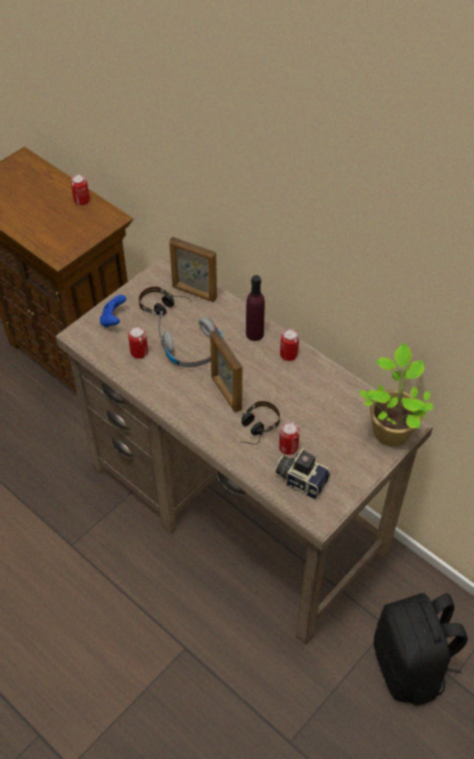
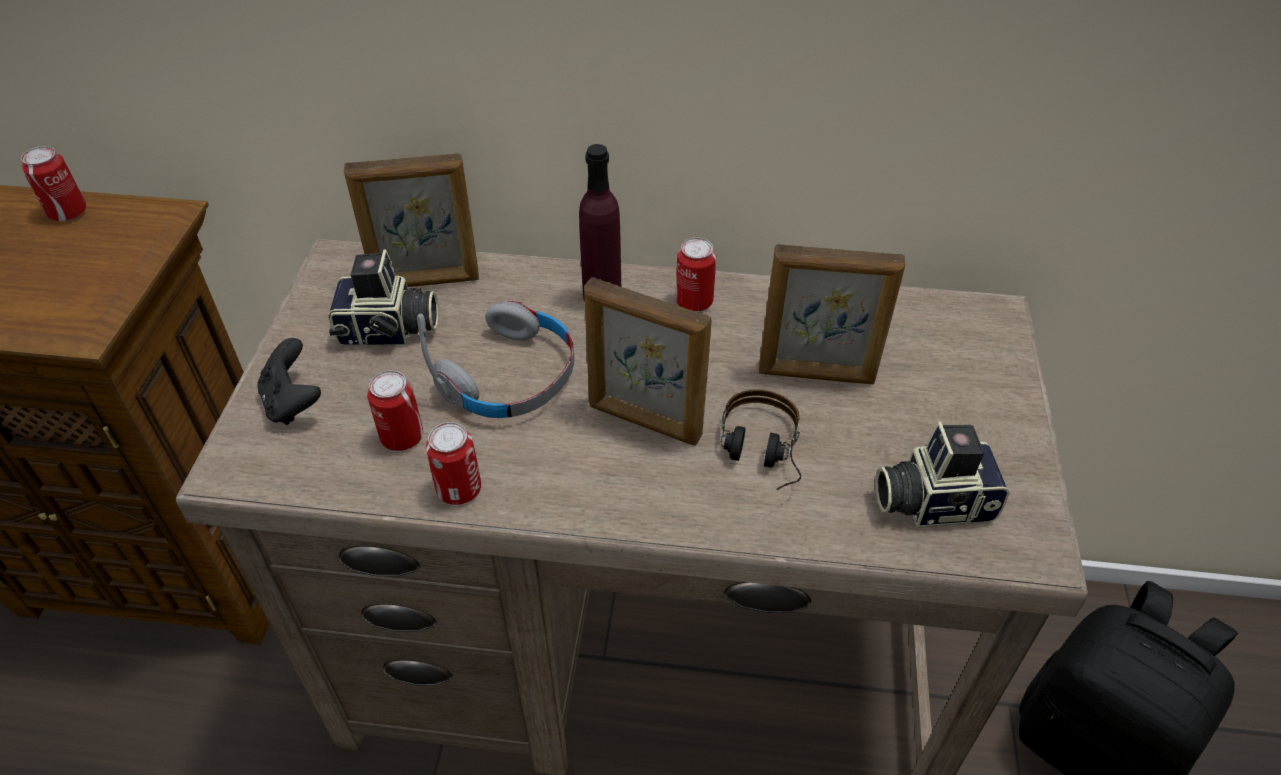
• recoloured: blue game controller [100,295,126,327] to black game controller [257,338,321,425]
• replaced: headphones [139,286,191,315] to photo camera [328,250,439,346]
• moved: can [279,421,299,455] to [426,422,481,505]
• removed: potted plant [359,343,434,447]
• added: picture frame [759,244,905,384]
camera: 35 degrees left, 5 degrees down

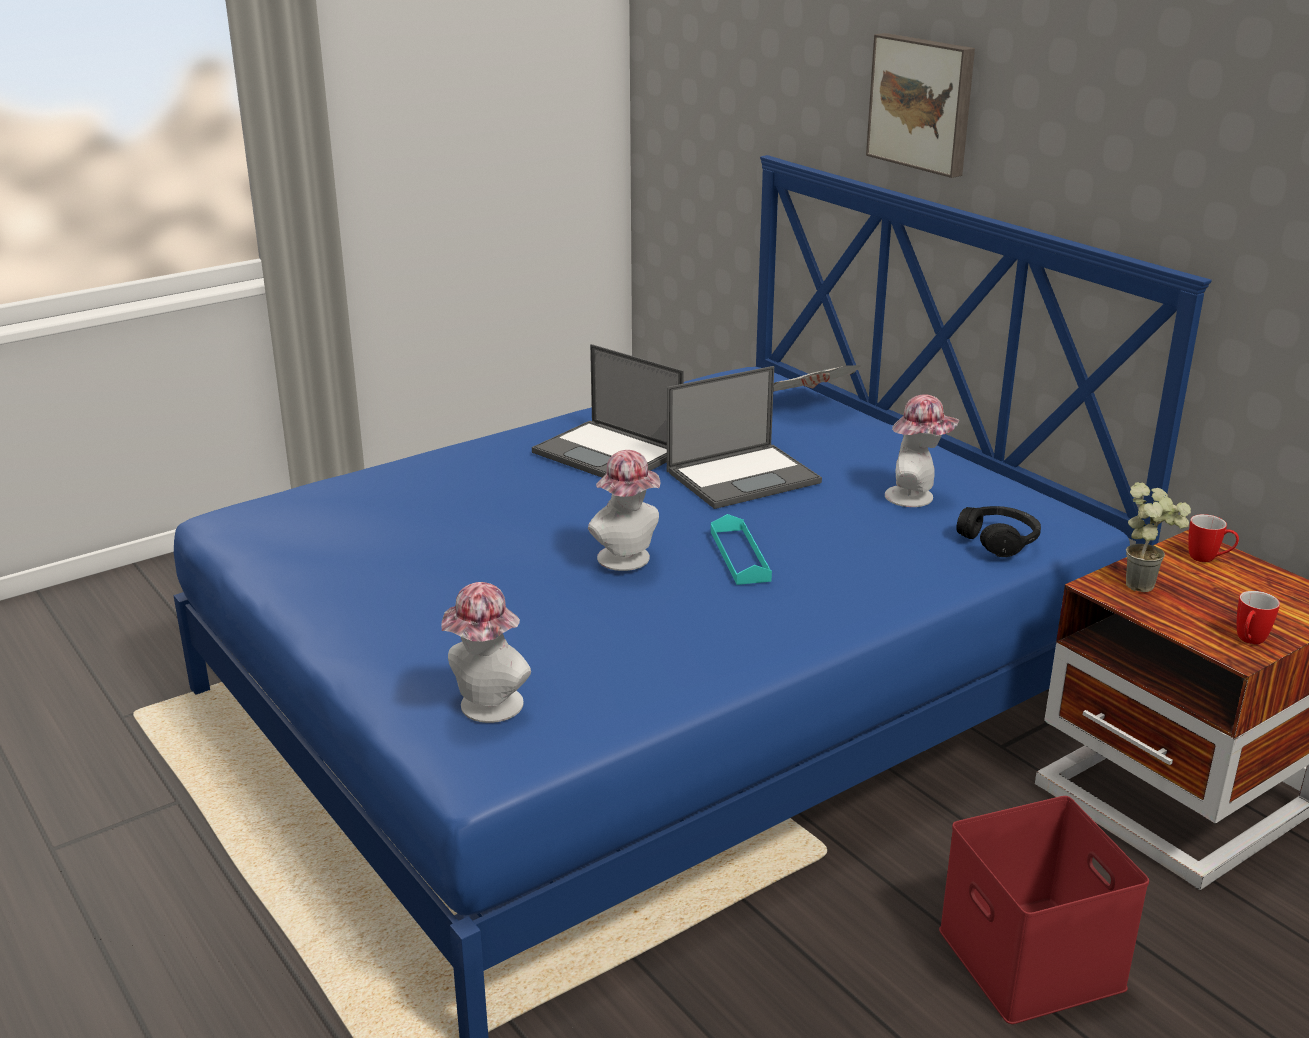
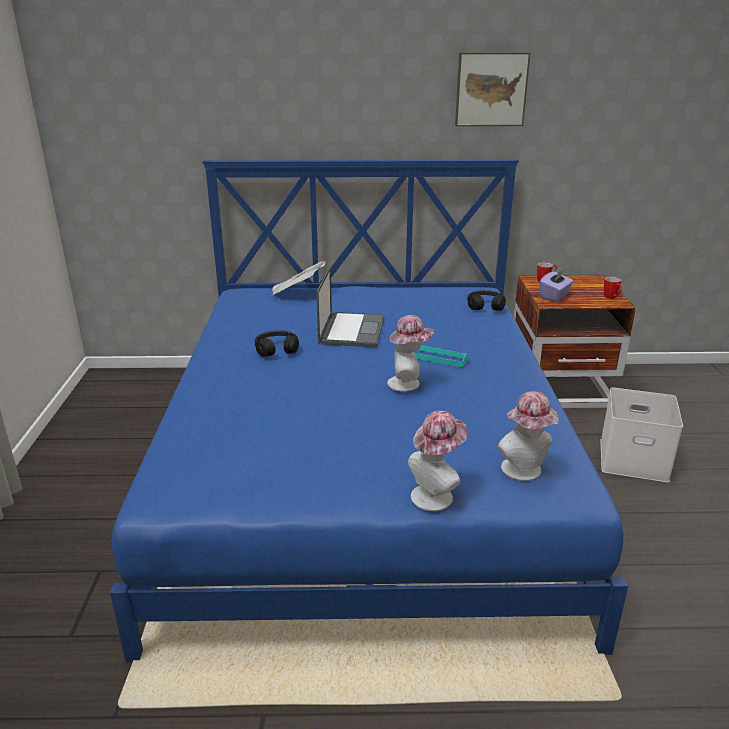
• replaced: laptop [532,344,684,478] to black headphones [255,330,299,357]
• moved: picture [866,33,975,178] to [455,52,530,126]
• moved: hat [885,394,959,507] to [408,411,467,511]
• recoloured: red storage box [939,796,1149,1024] to white storage box [600,387,683,483]
• replaced: potted plant [1126,482,1191,592] to purple tissue box [539,269,573,302]
camera: 55 degrees left, 0 degrees up

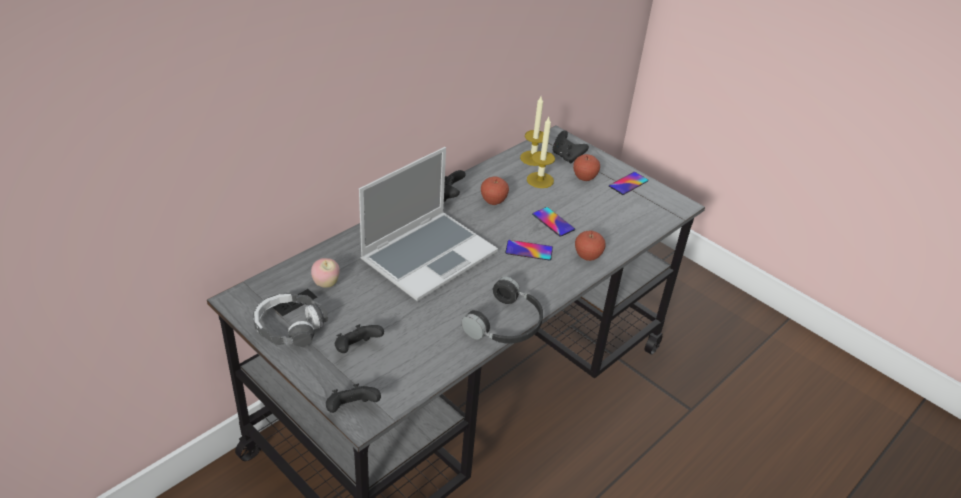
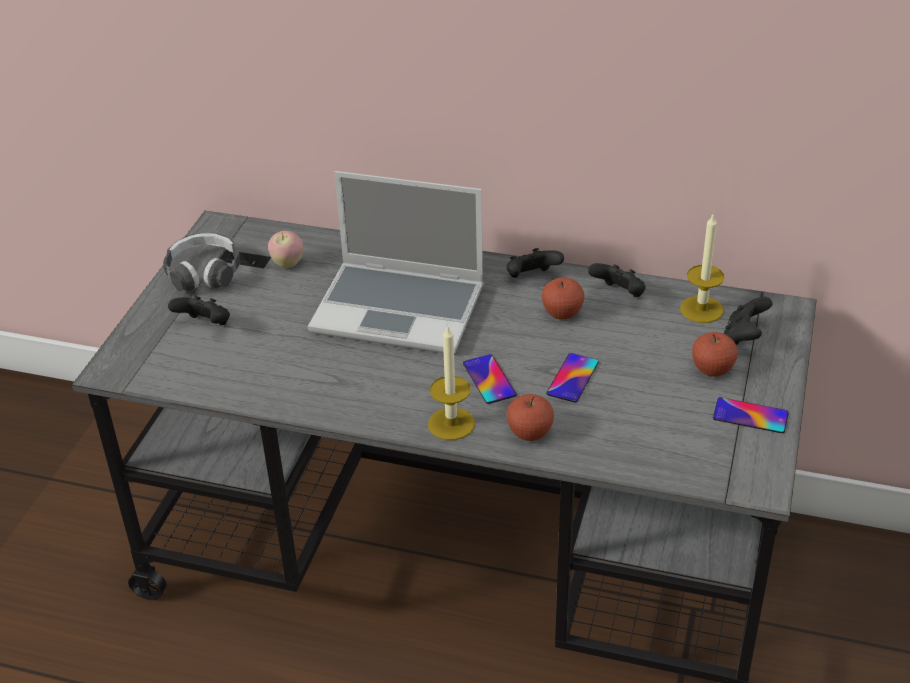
• moved: black game controller [326,384,381,413] to [588,263,646,297]
• removed: black headphones [461,277,543,344]
• moved: candle [527,117,555,188] to [428,324,475,440]
camera: 65 degrees right, 0 degrees up

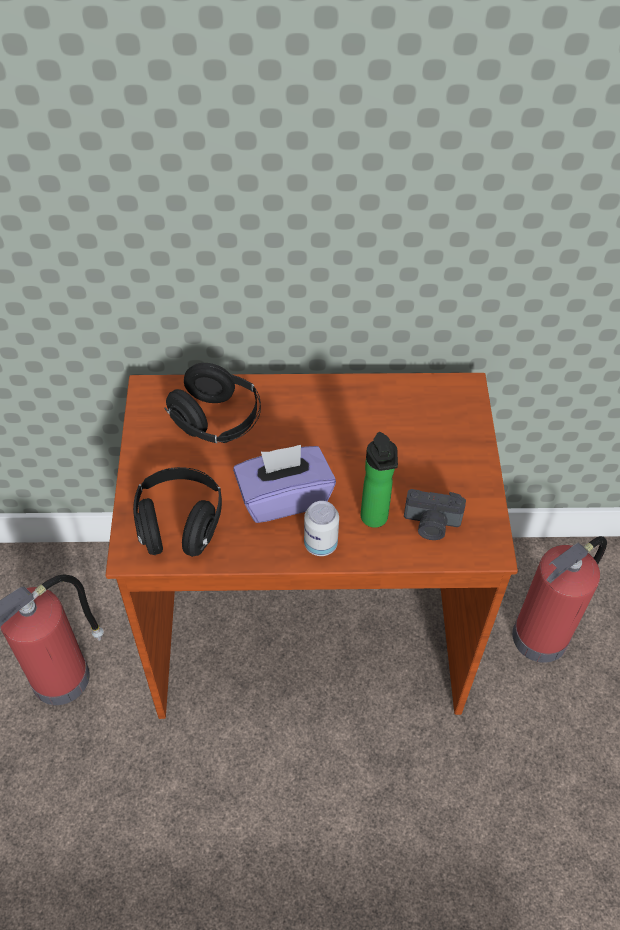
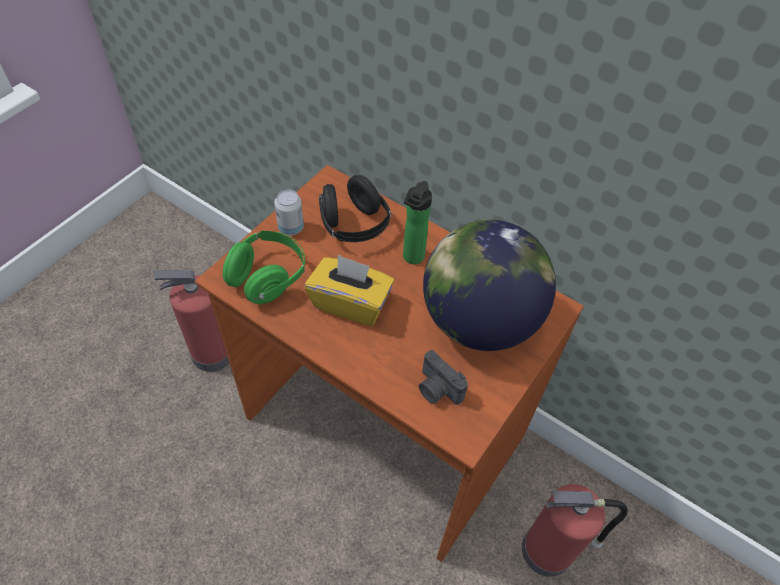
• recoloured: black headphones [133,467,222,557] to green headphones [223,231,305,304]
• recoloured: purple tissue box [233,445,336,523] to yellow tissue box [305,254,394,326]
• moved: can [304,501,339,556] to [274,189,304,235]
• moved: bottle [361,432,398,528] to [403,181,432,264]
• added: globe [423,220,556,351]
camera: 35 degrees right, 0 degrees up

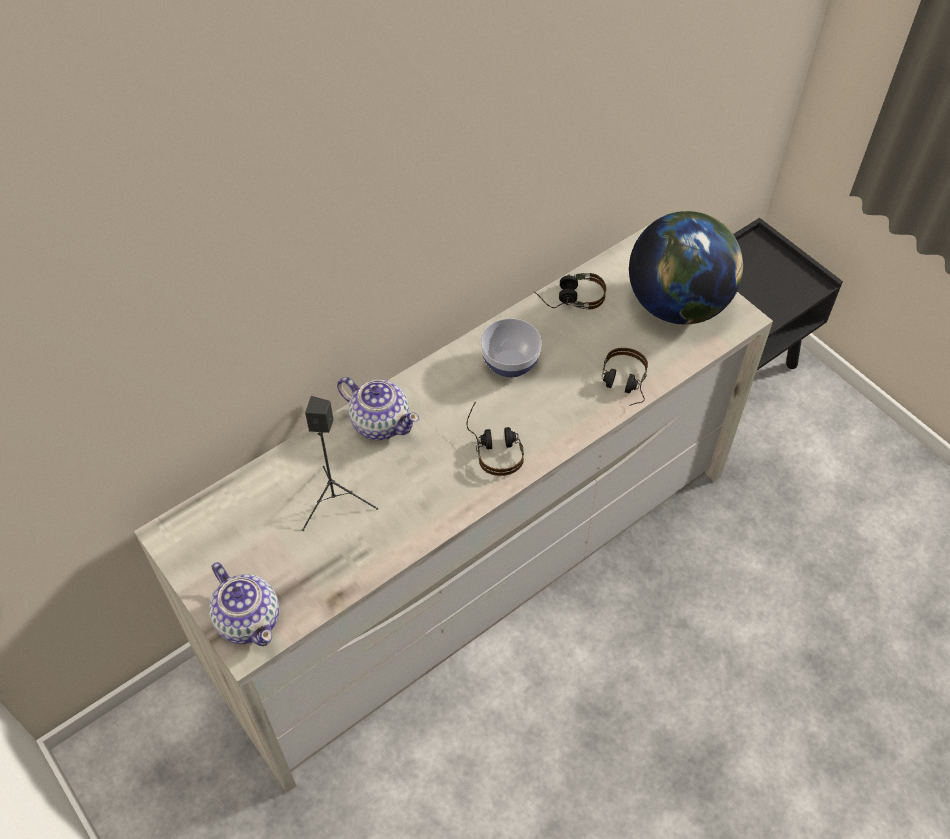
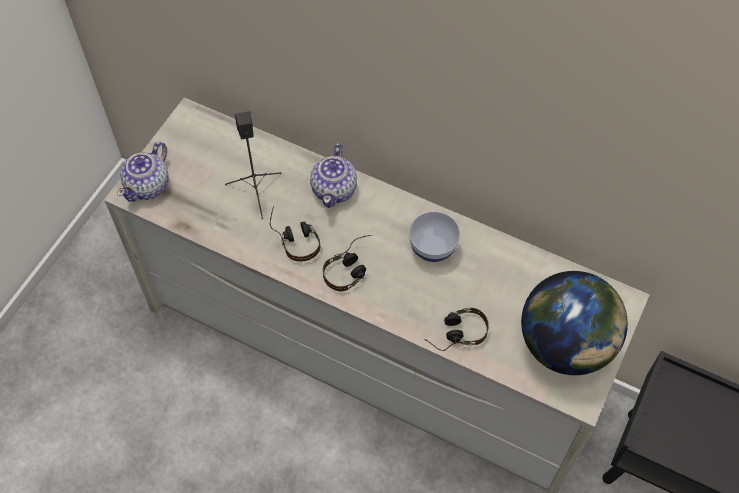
• moved: headphones [534,273,606,310] to [270,206,320,262]
camera: 65 degrees right, 5 degrees up

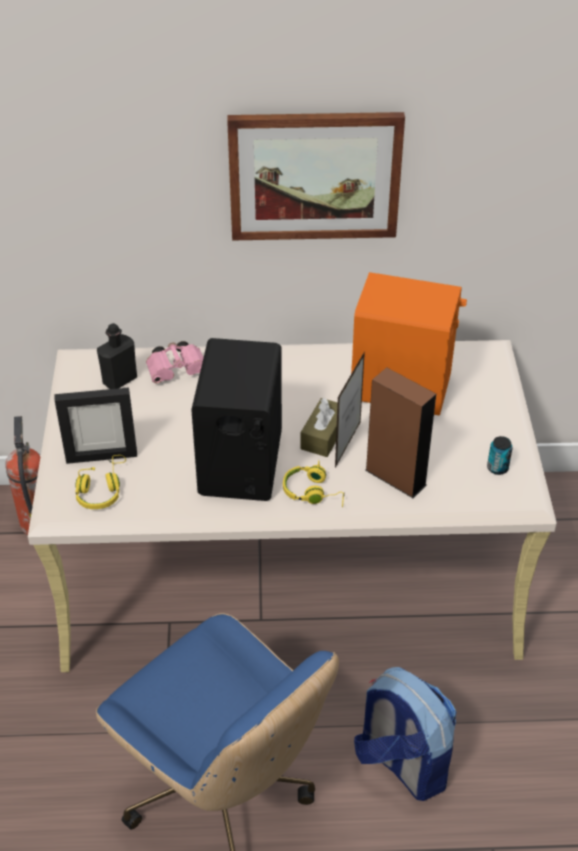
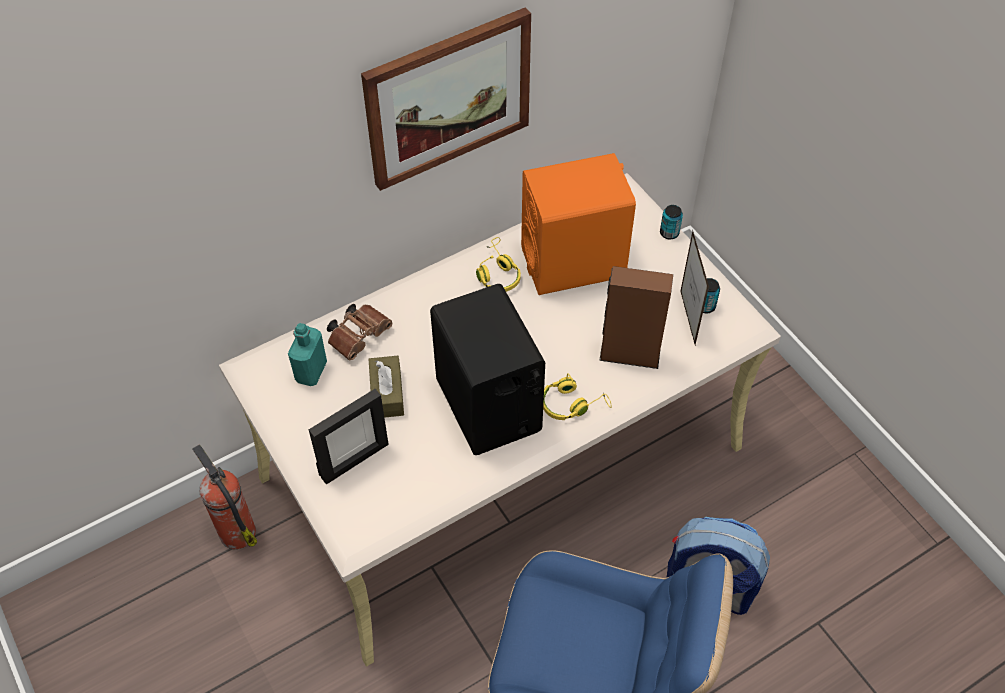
• moved: yellow headphones [75,455,126,509] to [476,237,521,292]
• recoloured: black bottle [97,323,137,389] to turquoise bottle [288,323,327,386]
• recoloured: pink binoculars [146,341,204,383] to brown binoculars [327,304,392,360]
• moved: brown tissue box [300,398,338,457] to [369,356,404,418]
• moved: picture frame [335,351,365,468] to [680,231,709,345]
• added: can [660,205,683,240]
camera: 30 degrees left, 10 degrees up

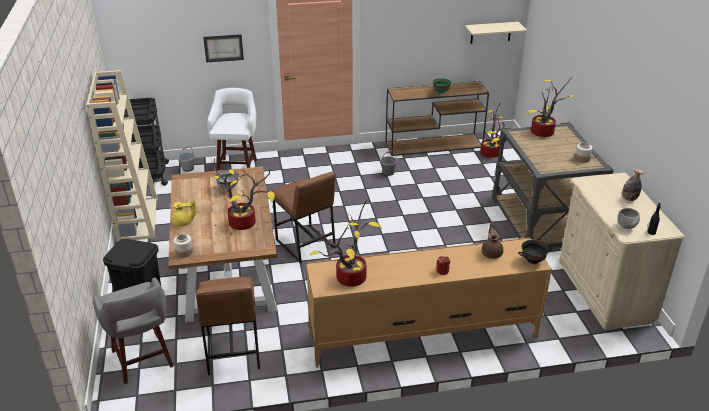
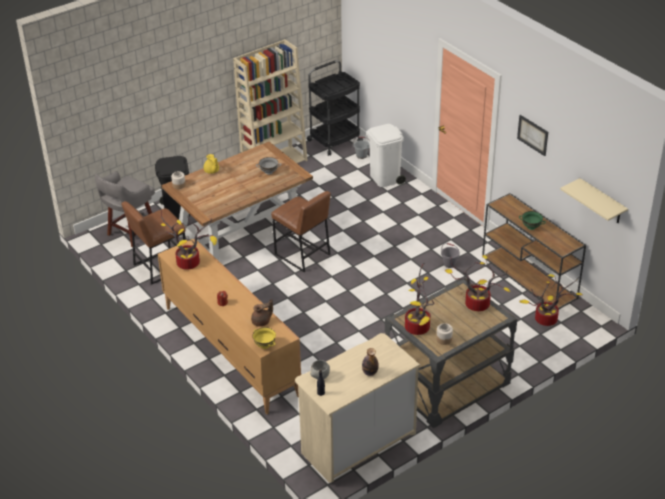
• moved: picture [203,34,244,63] to [517,115,548,156]
• replaced: white stool [207,88,257,171] to white trash can [367,124,406,187]
• moved: potted plant [213,158,275,230] to [405,263,434,335]
• turned: brown chair [272,172,336,263] = [271,191,331,272] 75 degrees counterclockwise
• recoloured: black bowl [518,240,551,264] to yellow bowl [253,327,276,349]
camera: 65 degrees right, 5 degrees up

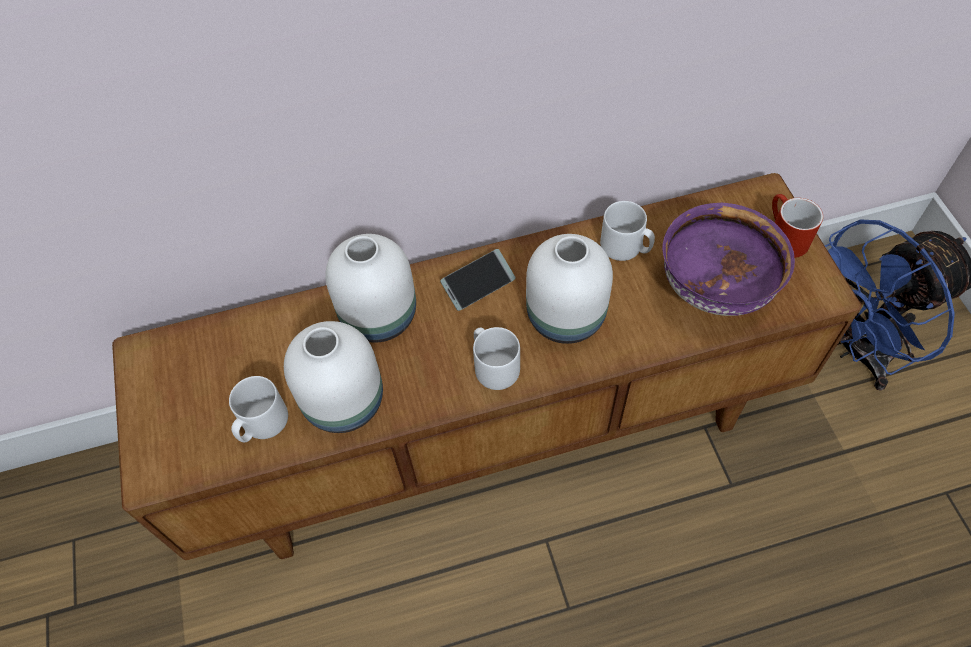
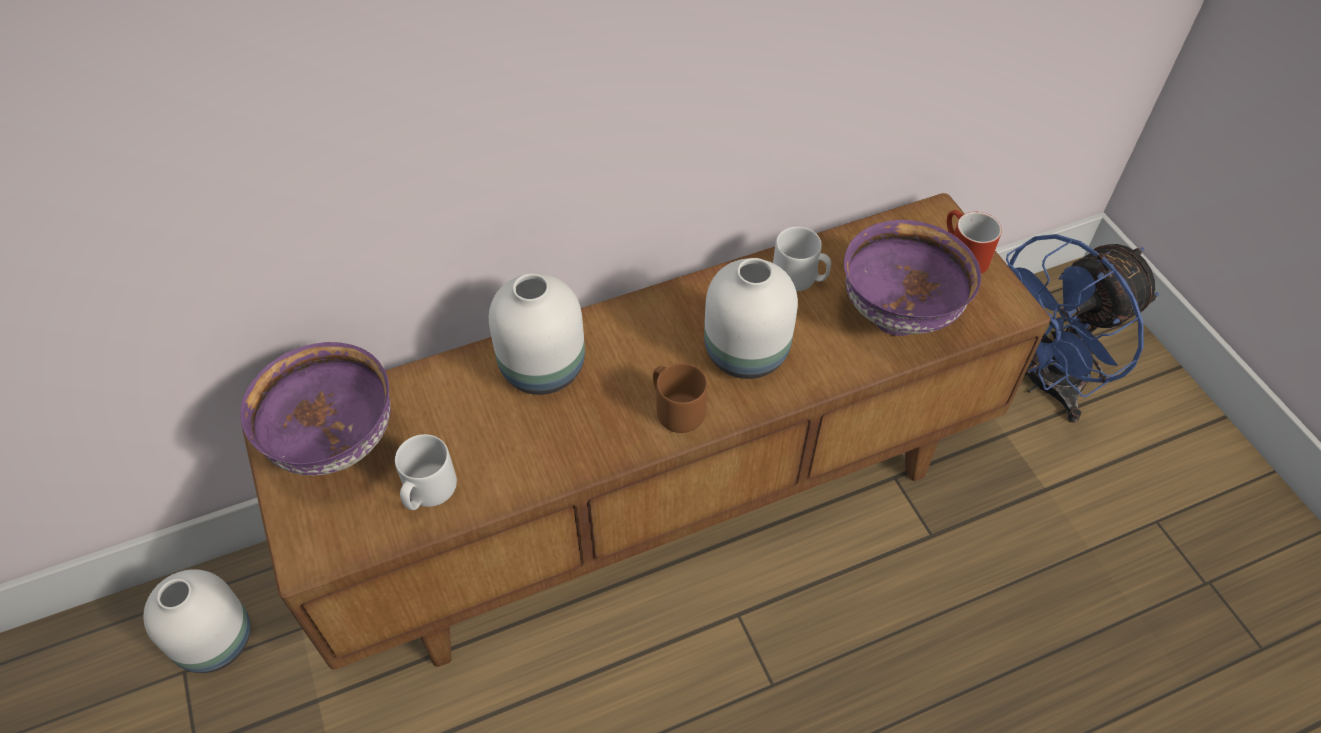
• moved: white vase [284,321,383,433] to [143,569,250,673]
• removed: phone [440,249,516,311]
• recoloured: grey mug [473,327,520,390] to brown mug [653,363,707,433]
• added: purple bowl [241,342,391,476]
camera: 10 degrees left, 5 degrees down

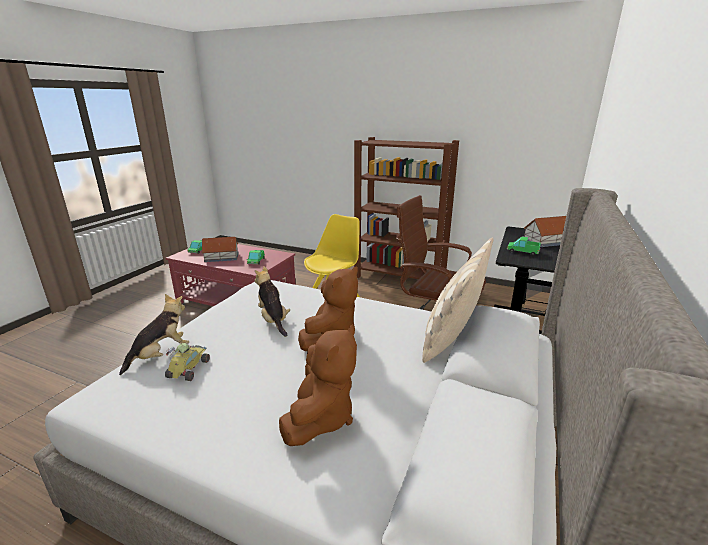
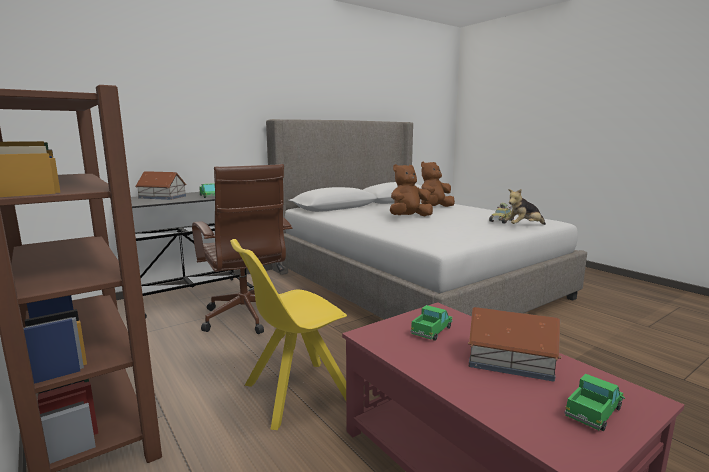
• removed: plush toy [255,266,290,337]
• removed: beige pillow [422,238,494,363]
camera: 150 degrees left, 10 degrees down

